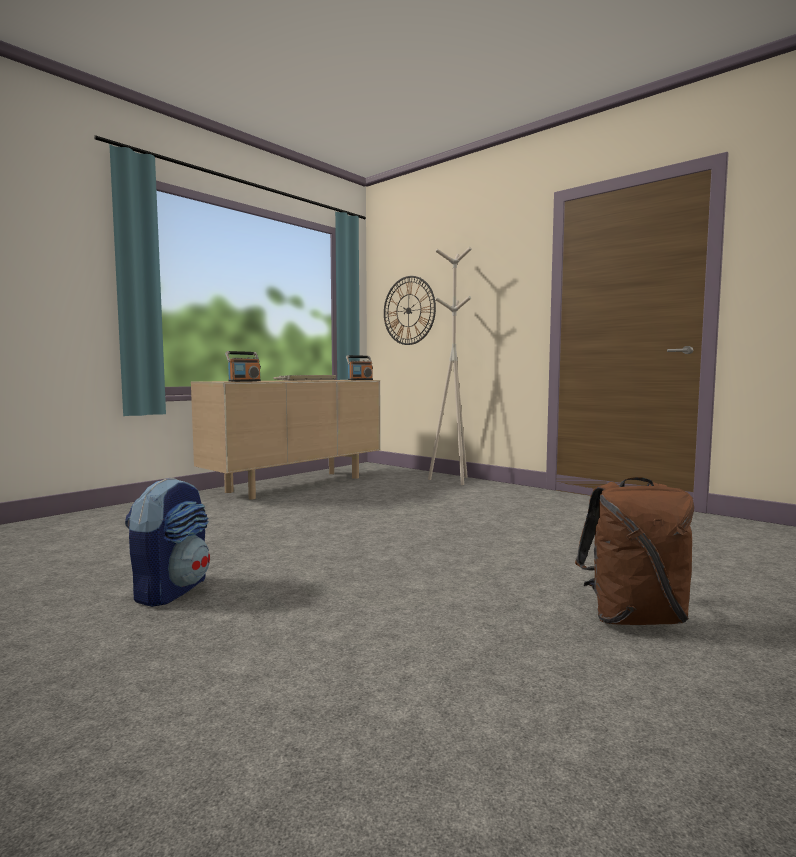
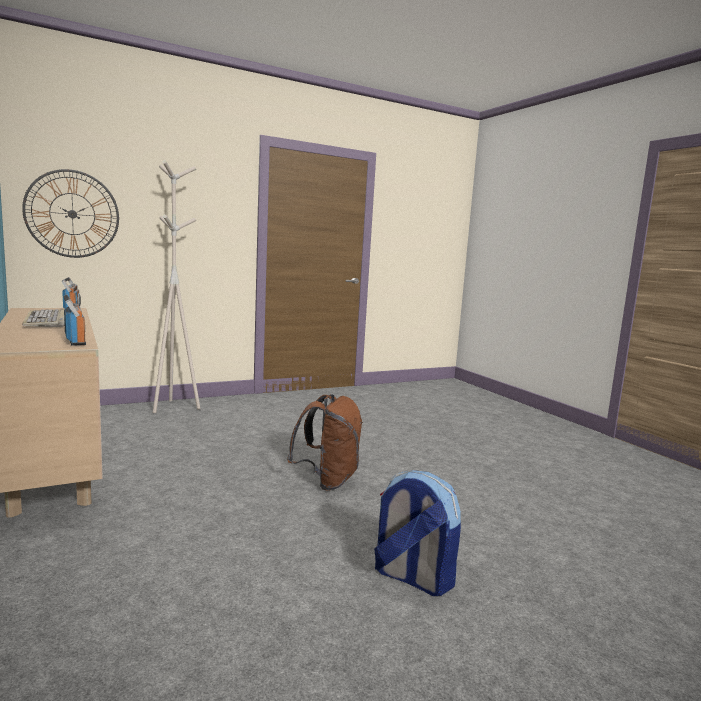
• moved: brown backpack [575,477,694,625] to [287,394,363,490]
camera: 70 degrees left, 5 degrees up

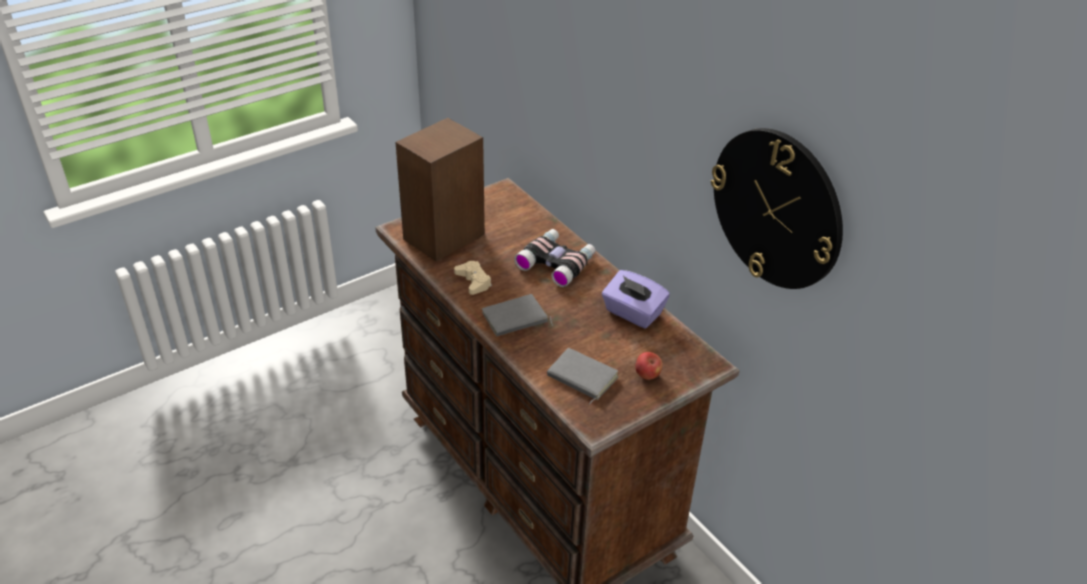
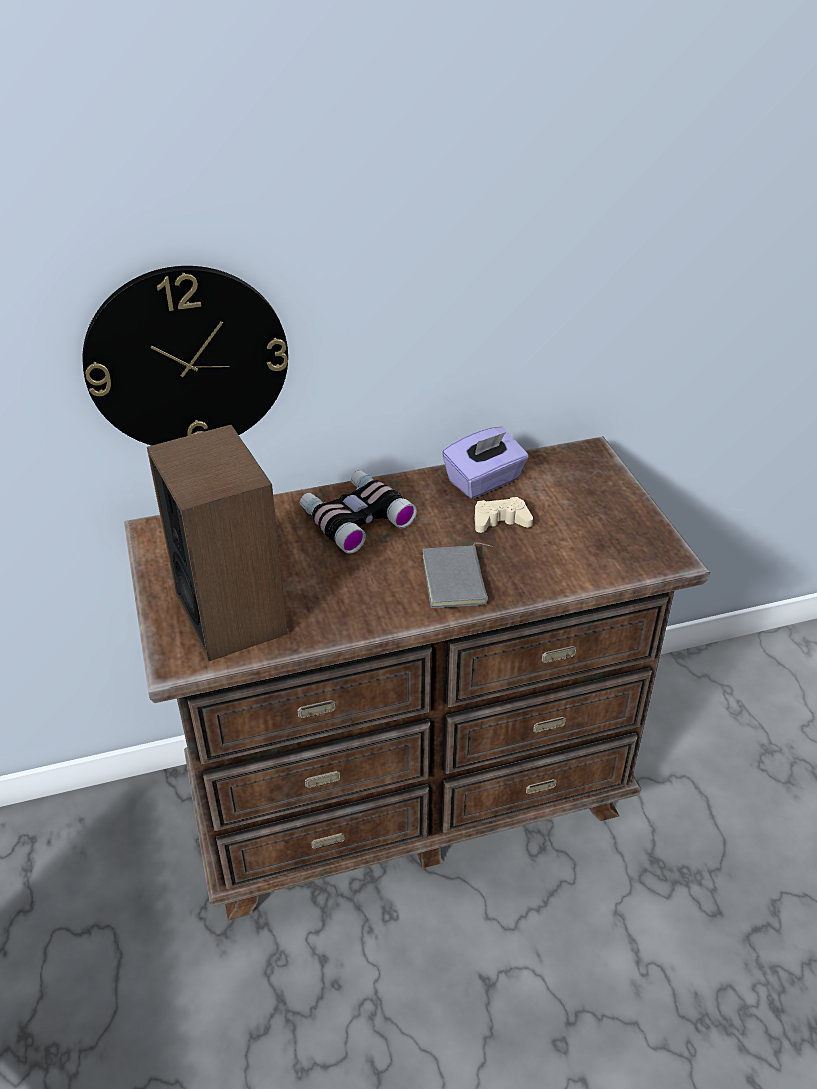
• moved: beige game controller [454,261,492,295] to [475,497,533,533]
• removed: grey book [547,348,619,405]
• removed: apple [635,352,663,380]
• moved: wall clock [711,128,843,289] to [83,266,288,445]
camera: 70 degrees left, 0 degrees up

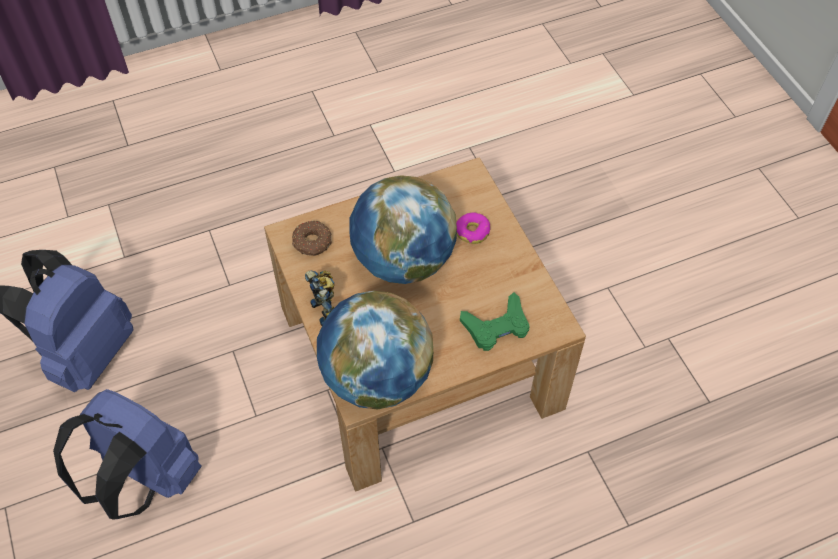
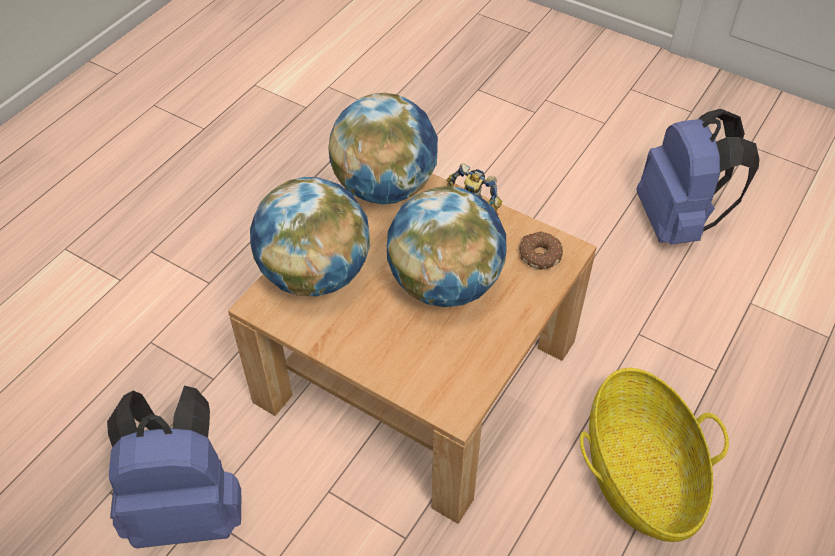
• moved: blue backpack [53,389,202,520] to [107,386,242,548]
• removed: donut [456,213,490,244]
• replaced: green game controller [460,292,529,351] to globe [250,177,370,296]
• added: basket [580,368,729,542]
camera: 145 degrees right, 5 degrees down

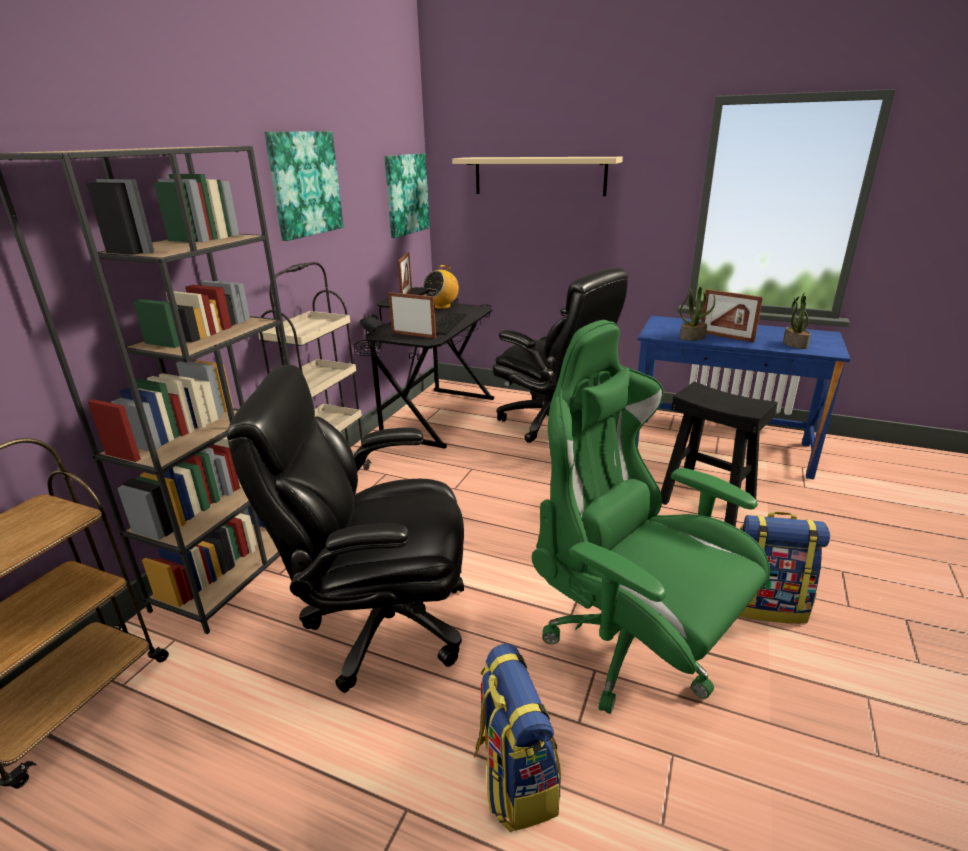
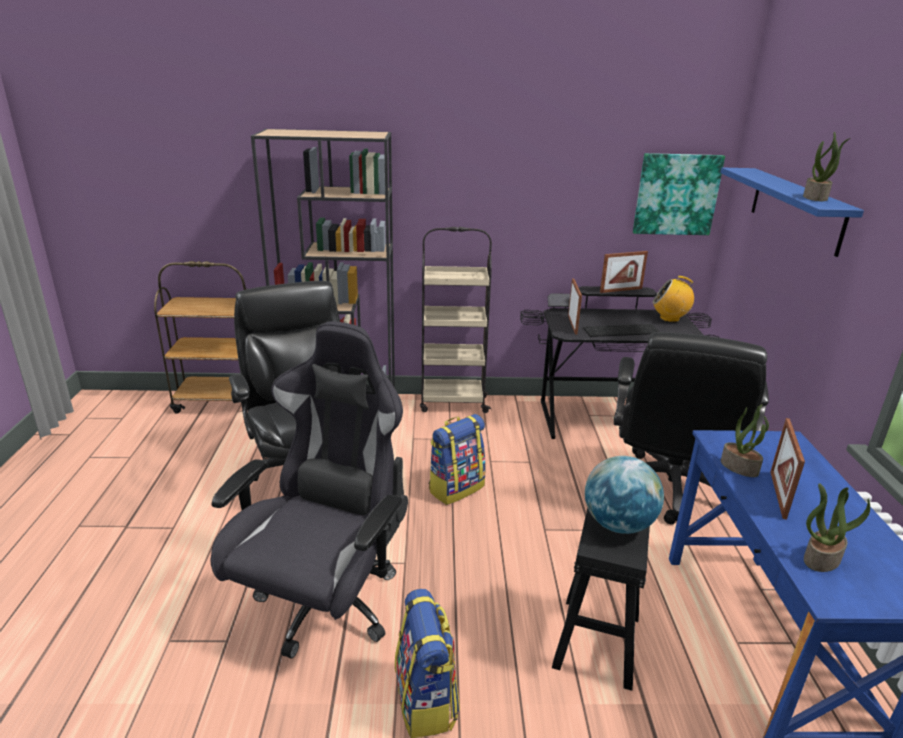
• removed: picture [264,131,344,241]
• recoloured: beige shelf [452,157,623,196] to blue shelf [720,168,864,257]
• moved: backpack [474,643,561,832] to [429,414,486,505]
• recoloured: green office chair [532,320,770,714] to black office chair [211,321,408,659]
• added: globe [585,456,664,534]
• added: potted plant [803,132,850,201]
camera: 65 degrees right, 0 degrees up

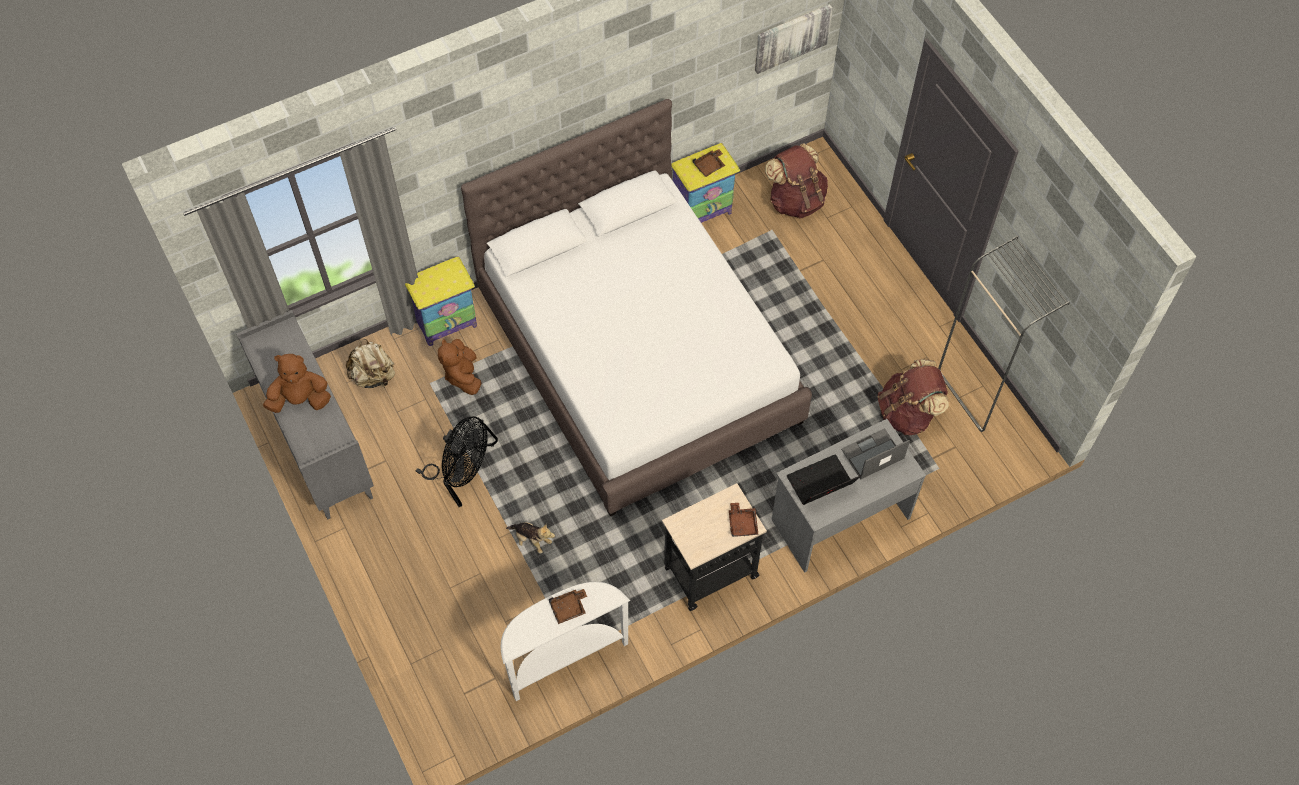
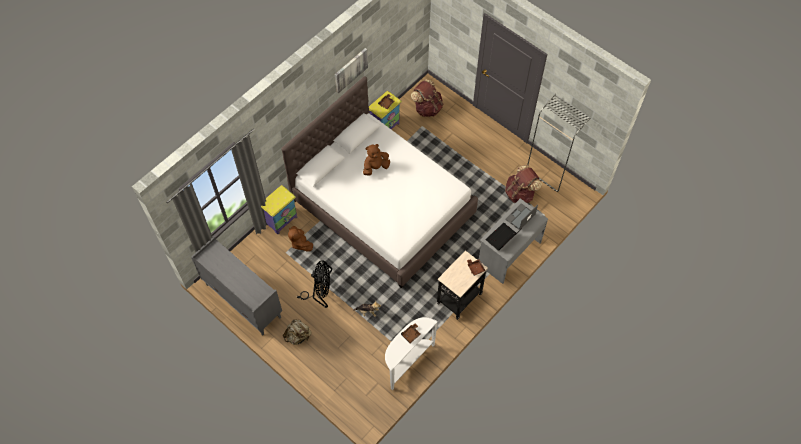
• moved: brown plush toy [263,354,331,413] to [363,144,390,176]
• moved: beige backpack [346,339,395,388] to [283,320,311,345]
• moved: picture [755,4,833,74] to [335,48,368,93]
camera: 20 degrees left, 0 degrees up

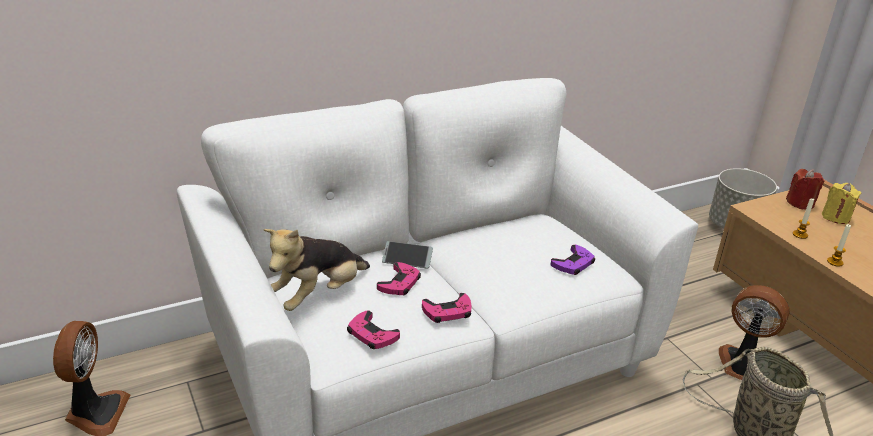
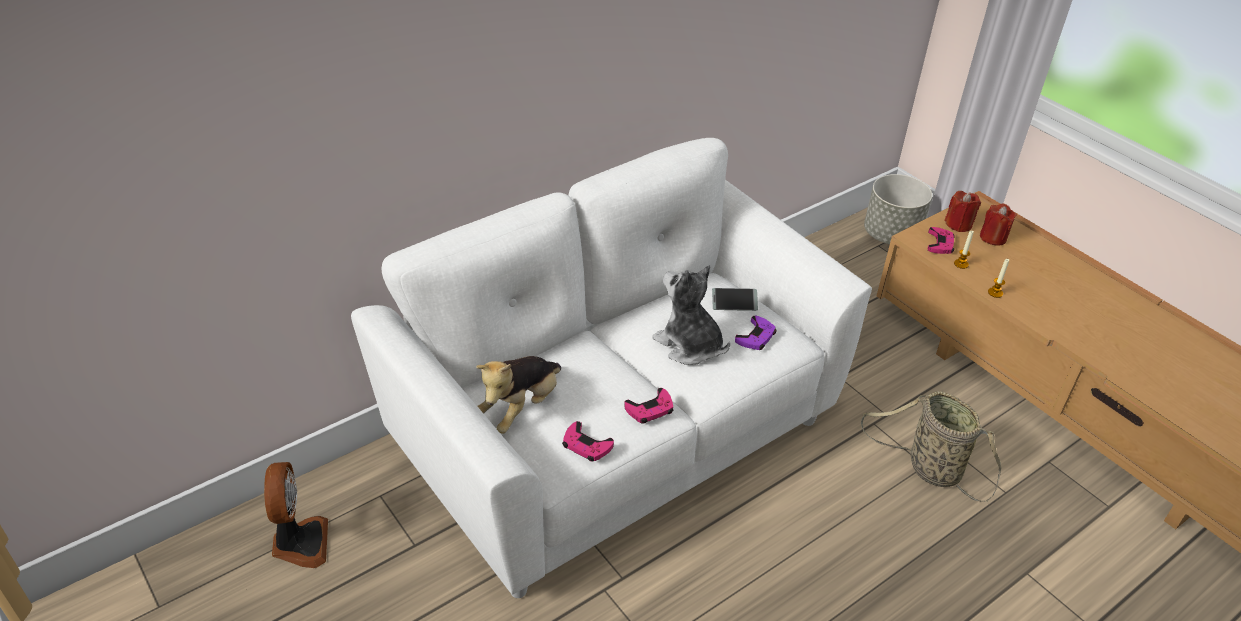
• moved: pink game controller [377,262,421,295] to [927,227,955,254]
• moved: phone [382,241,433,268] to [712,288,758,311]
• removed: fan [719,285,790,380]
• recoloured: yellow candle [822,183,861,224] to red candle [980,204,1017,246]
• added: plush toy [652,265,730,365]
camera: 10 degrees left, 10 degrees up

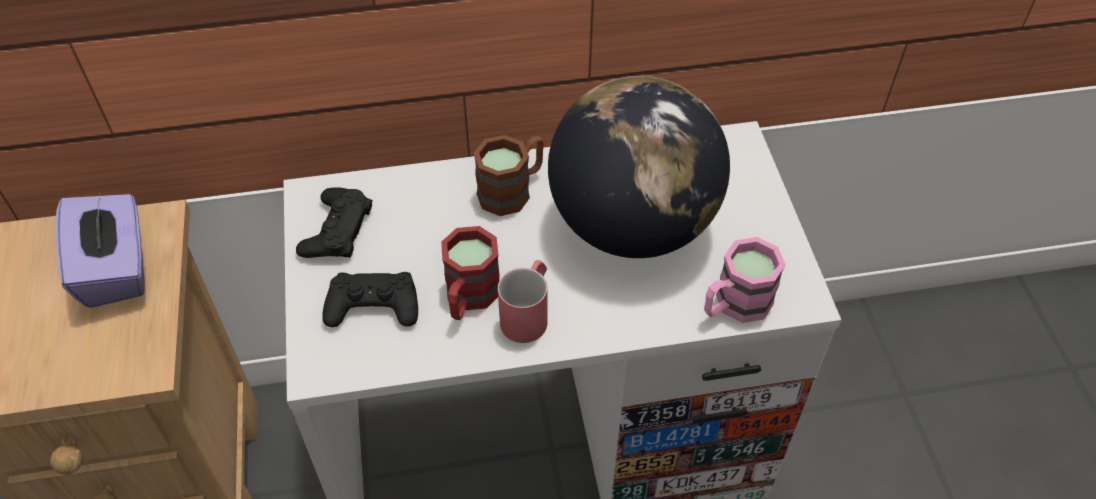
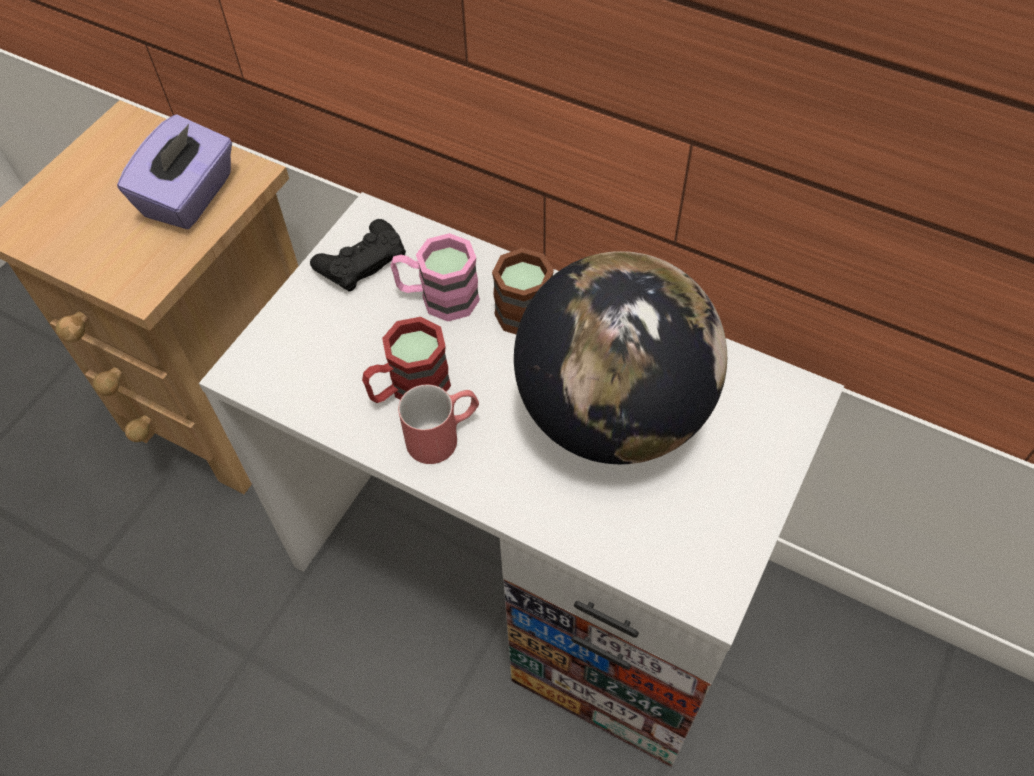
• removed: black game controller [322,272,418,327]
• moved: pink mug [704,237,785,323] to [391,233,480,322]
camera: 40 degrees right, 5 degrees up

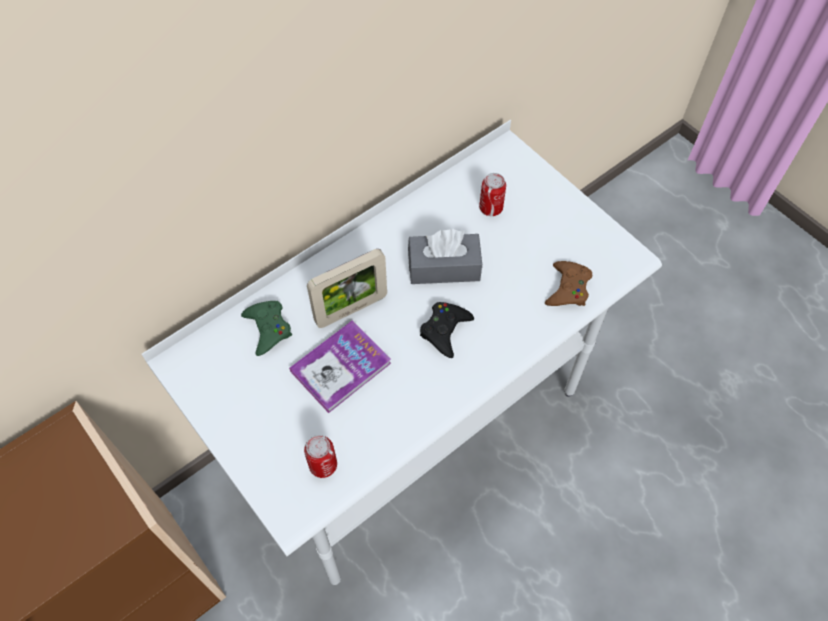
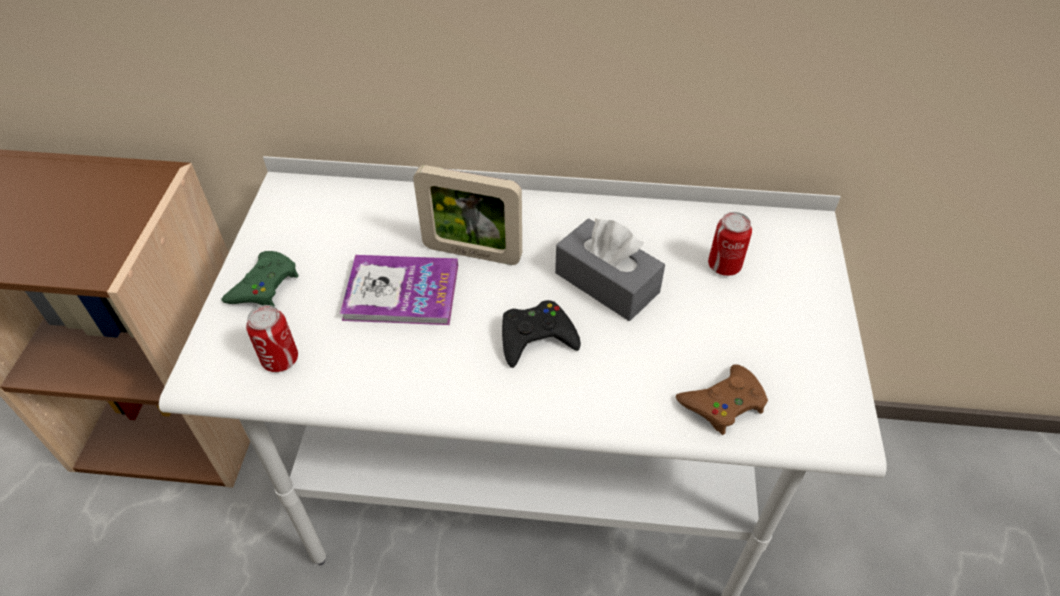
• moved: green game controller [241,301,292,356] to [221,251,299,306]
camera: 45 degrees right, 10 degrees down

